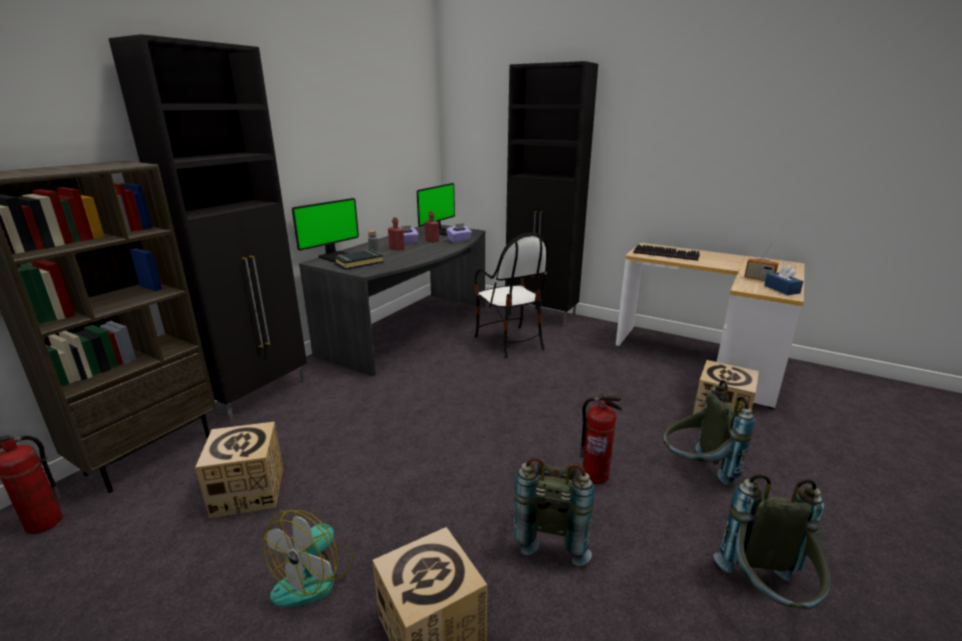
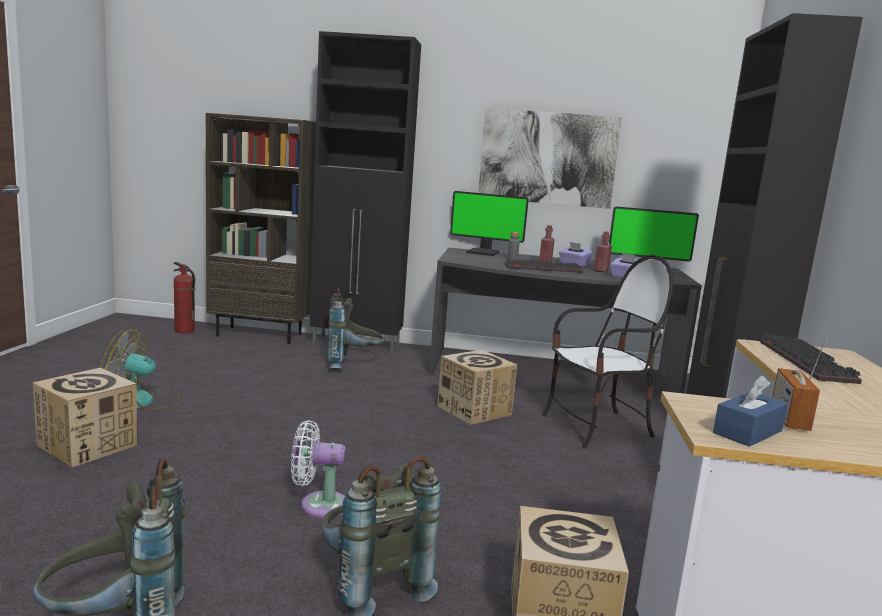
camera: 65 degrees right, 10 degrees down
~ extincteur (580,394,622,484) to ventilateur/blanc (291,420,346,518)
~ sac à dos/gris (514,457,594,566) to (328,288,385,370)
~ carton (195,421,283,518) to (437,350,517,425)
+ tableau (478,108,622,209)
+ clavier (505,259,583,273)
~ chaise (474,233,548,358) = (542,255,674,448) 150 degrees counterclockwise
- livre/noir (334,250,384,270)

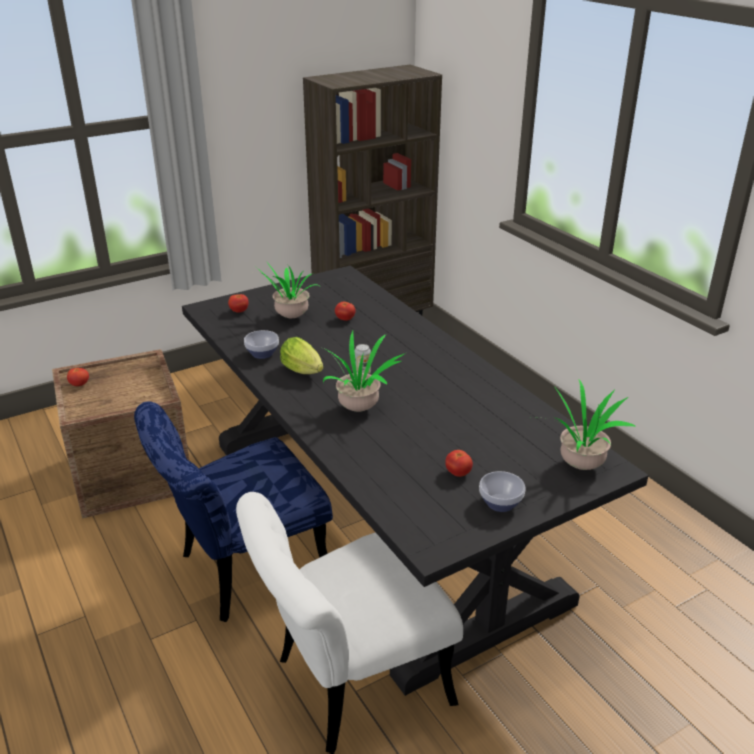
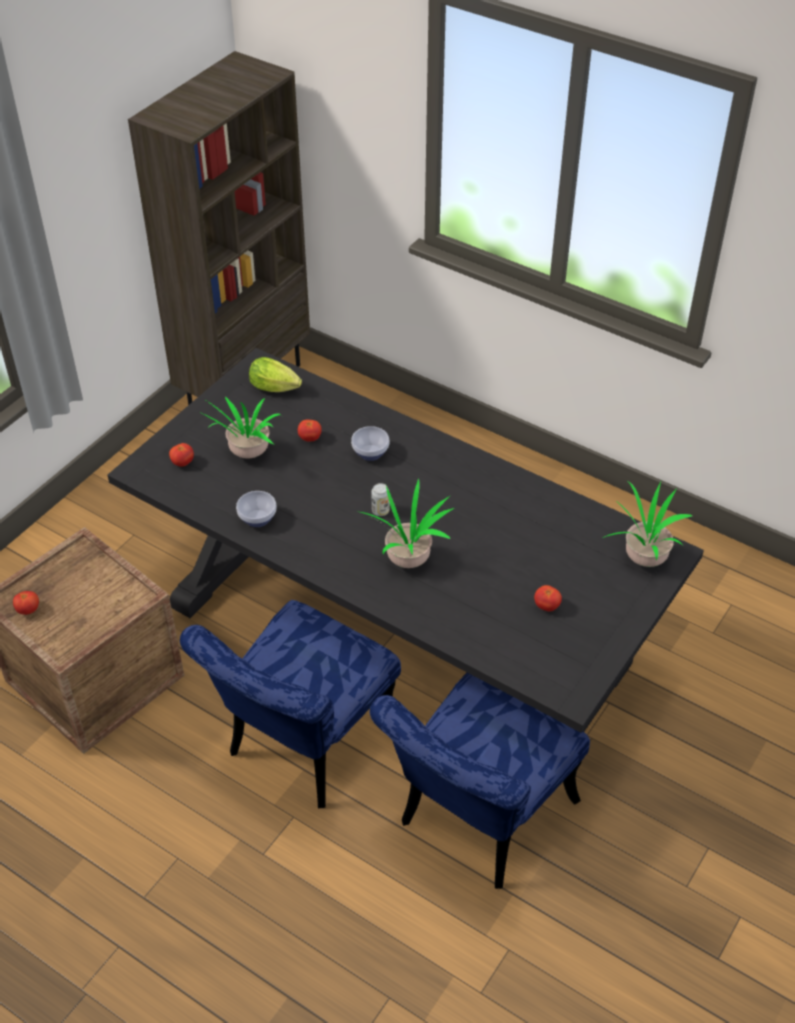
camera: 25 degrees left, 15 degrees up
~ laitue (280,337,323,374) to (249,357,302,392)
~ bol (479,471,525,512) to (351,426,389,461)
~ chaise/blanc (236,492,463,754) to chaise/bleu (370,673,590,889)

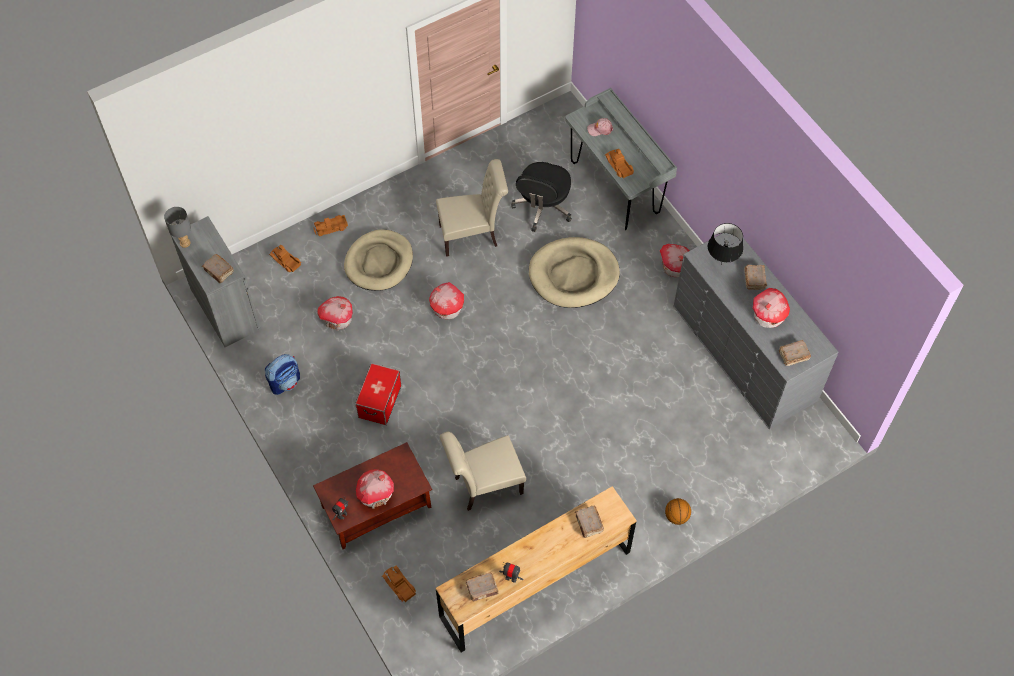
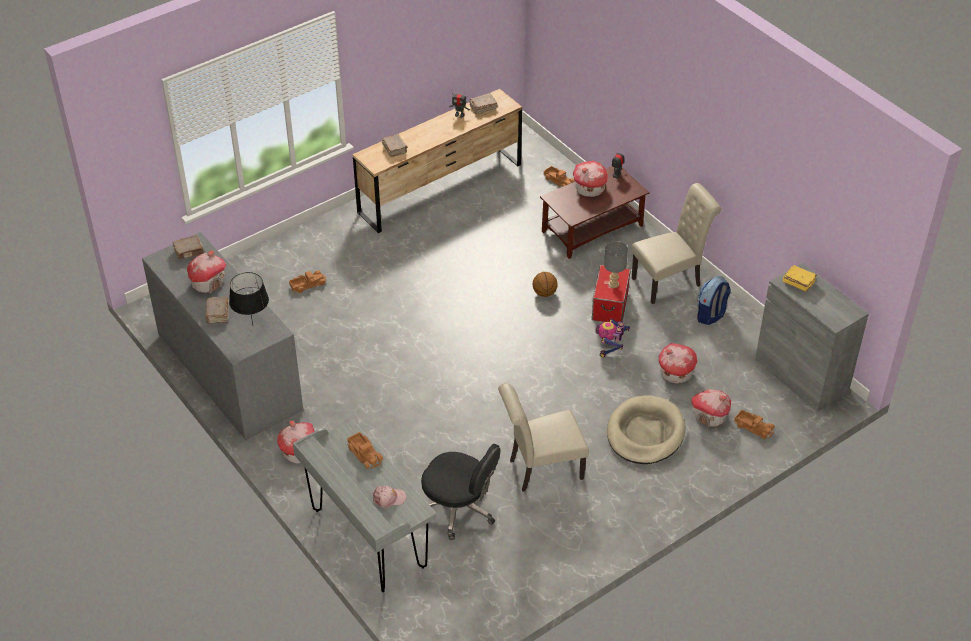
camera: 175 degrees right, 15 degrees down
~ camion jouet (313,215,348,236) to (289,270,327,293)
~ chaise de bureau/noir (511,162,572,232) = (421,444,501,540) 105 degrees clockwise
~ ballon de basket (665,498,691,525) to (533,272,558,297)
+ robot jouet (596,319,630,357)
~ lampe de table/gris (164,207,191,248) to (604,241,628,288)
~ chaise/beige (440,432,526,511) to (632,183,721,304)
~ maison miniature (429,282,464,319) to (691,389,731,427)
~ livre/marron (202,254,234,283) to livre/jaune (783,265,817,292)
- panier pour chien/beige (529,237,620,308)

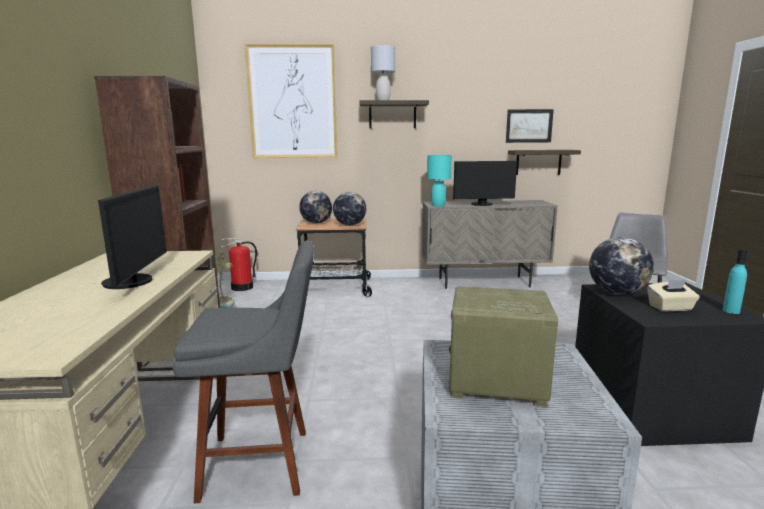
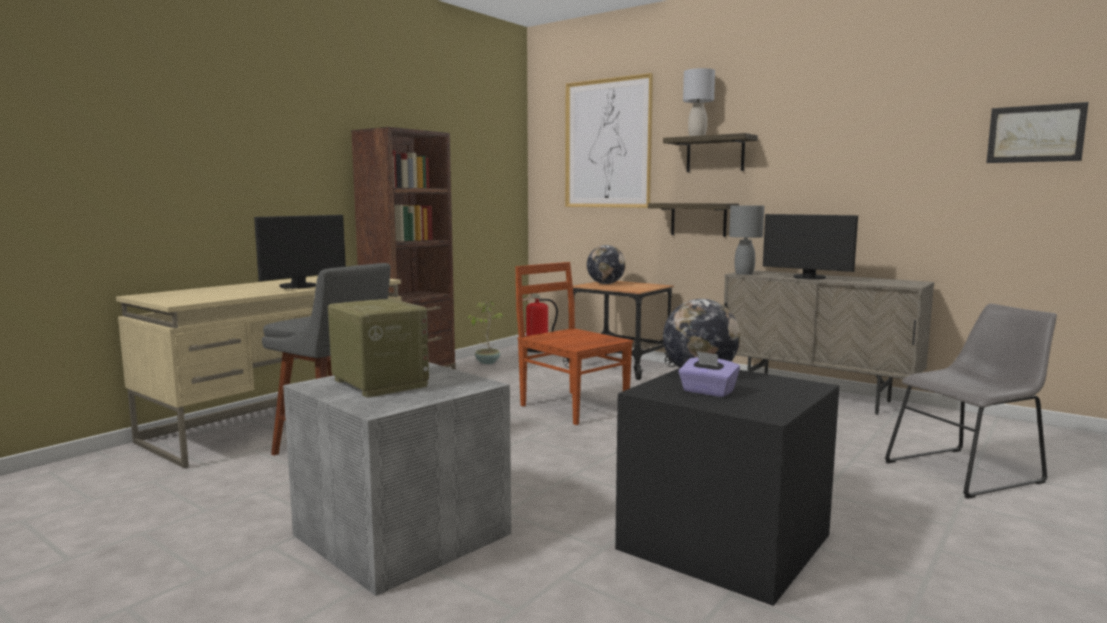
camera: 40 degrees right, 5 degrees down
+ chaise/marron (515,262,633,425)
~ étagère (508,150,581,175) to (648,203,739,237)
~ boîte à mouchoirs/beige (647,280,700,312) to boîte à mouchoirs/violet (678,351,740,397)
~ lampe de table/turquoise (427,155,452,206) to lampe de table/gris (729,205,764,275)
~ tableau (506,109,554,143) to (986,102,1088,163)
- globe (333,192,366,226)
- bouteille/turquoise (723,249,748,314)

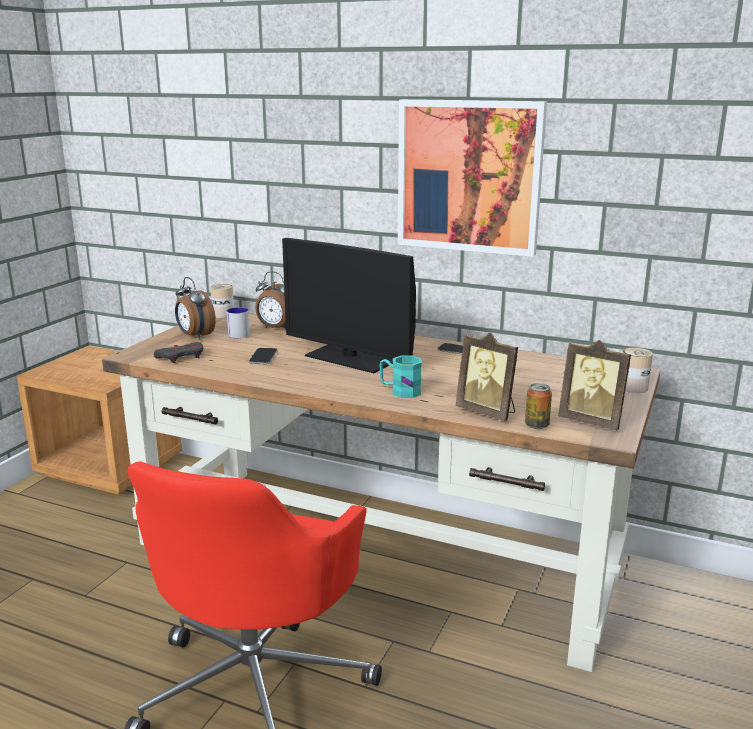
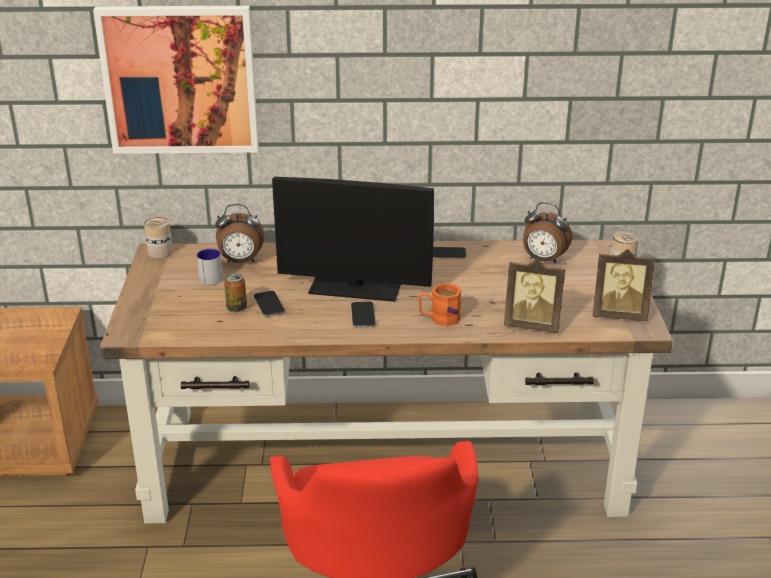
camera: 25 degrees left, 10 degrees up
~ tableau (398,99,547,257) to (93,6,259,154)
~ boîte métallique (525,383,552,429) to (224,273,247,312)
+ téléphone (351,302,376,328)
~ mug/turquoise (379,356,422,398) to mug/orange (418,283,462,326)
~ réveil (175,277,216,340) to (523,202,572,264)
- manette/gris (154,342,203,363)

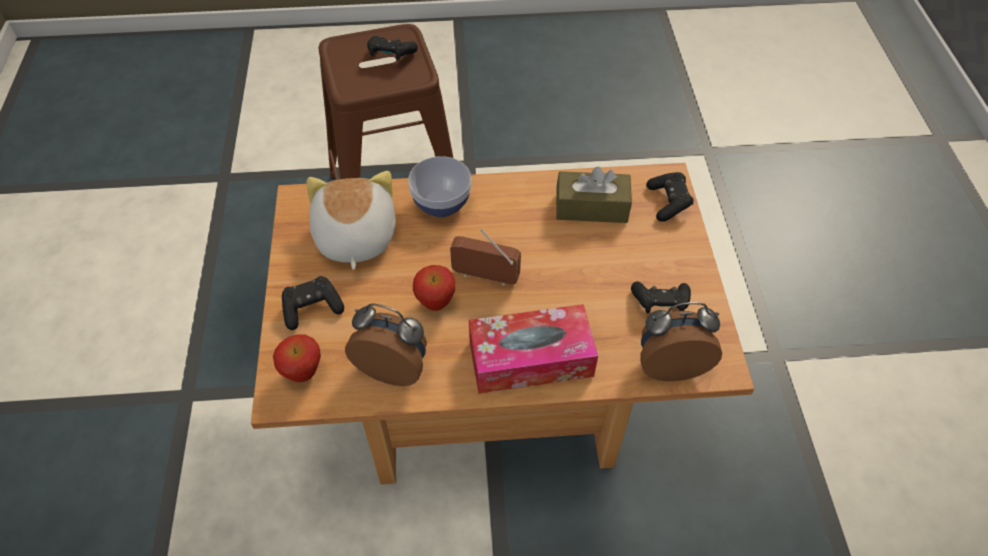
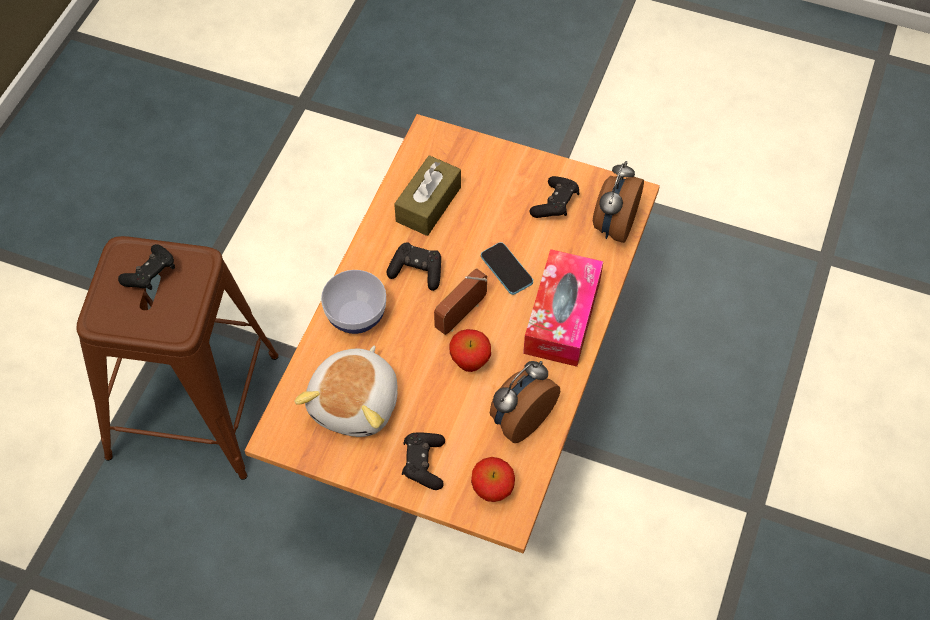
camera: 65 degrees left, 5 degrees up
~ peluche (306,171,396,270) = (294,346,397,437) 90 degrees counterclockwise
~ manette/noir (646,172,694,222) to (387,242,441,291)
+ téléphone (481,242,533,295)

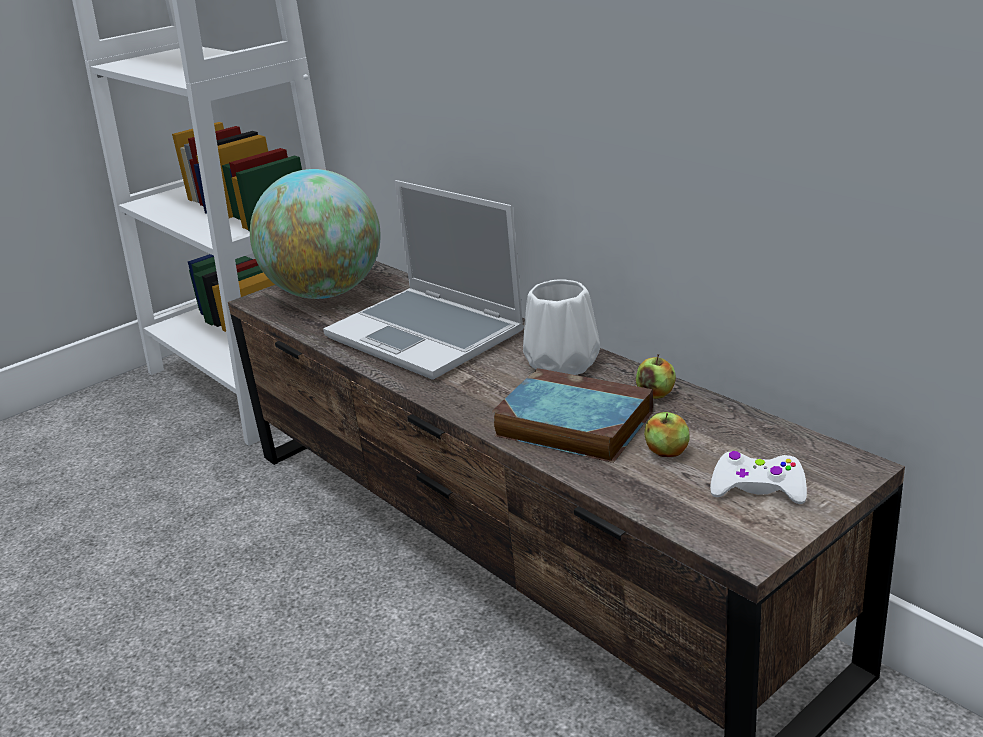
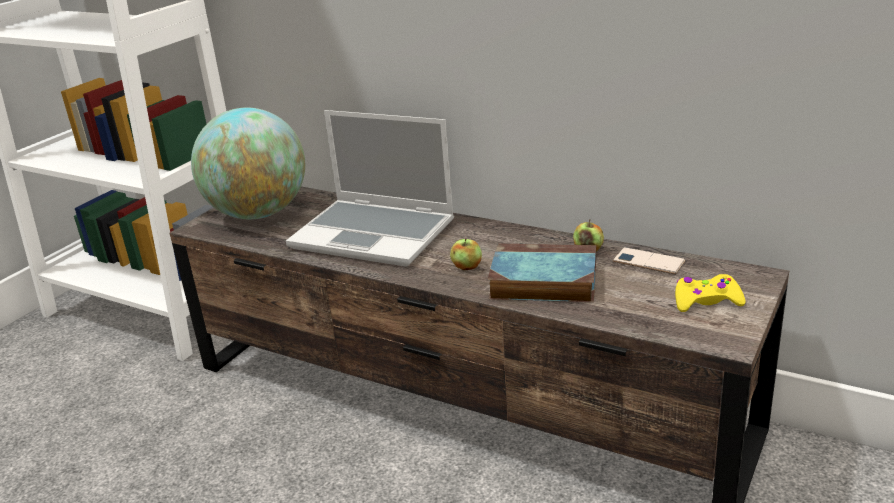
camera: 20 degrees left, 0 degrees up
~ pomme (644,412,690,457) to (450,238,482,270)
+ téléphone (613,247,685,274)
~ manette/blanc (710,451,807,504) to manette/jaune (675,274,746,312)
- vase/blanc (523,279,600,375)

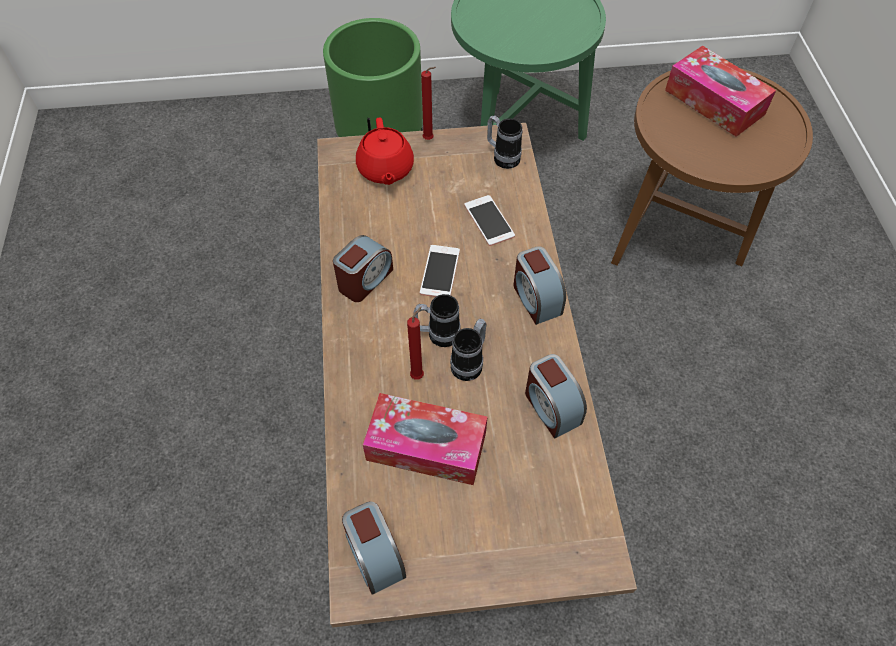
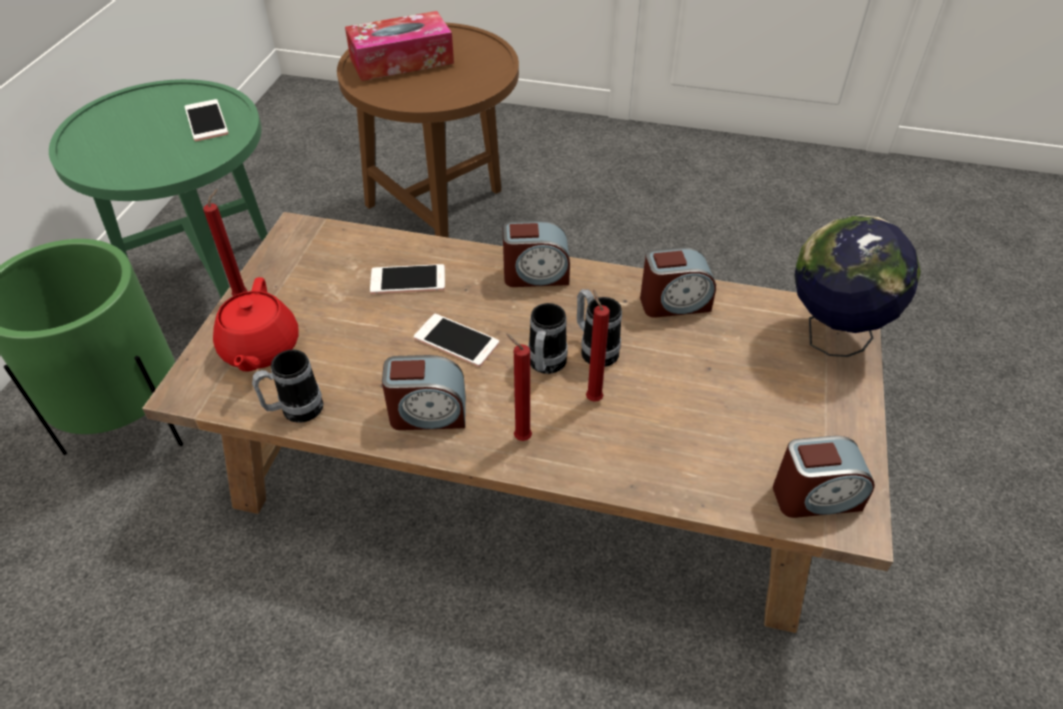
camera: 70 degrees left, 10 degrees down
+ téléphone (184,99,228,141)
~ théière/rouge (356,118,414,185) = (213,277,299,372) 75 degrees clockwise
~ mug (487,115,523,169) to (252,349,323,423)
~ réveil (333,235,393,302) = (382,355,466,430) 120 degrees clockwise
+ bougie/rouge (506,333,532,441)
+ globe (795,215,921,357)
- boîte à mouchoirs (363,393,487,485)

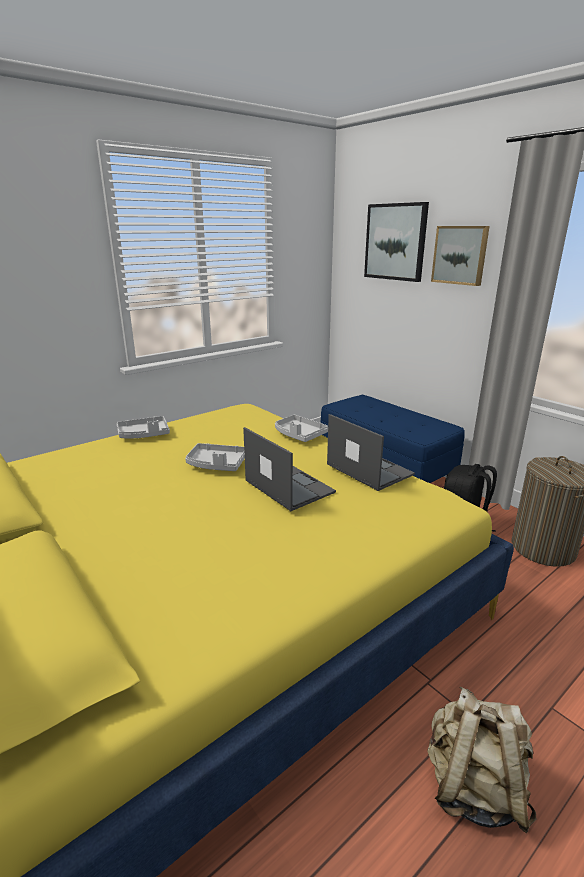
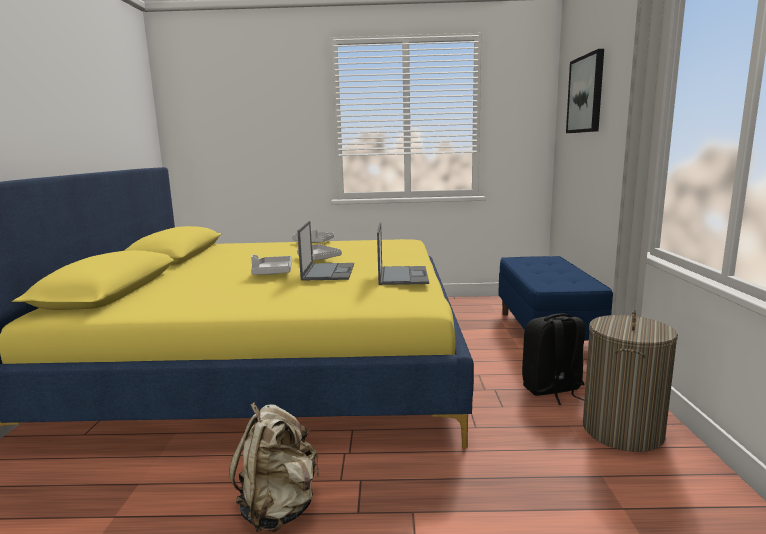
camera: 40 degrees right, 10 degrees down
~ plateau/gris (275,415,328,442) to (251,255,292,275)
- tableau (431,226,490,286)

